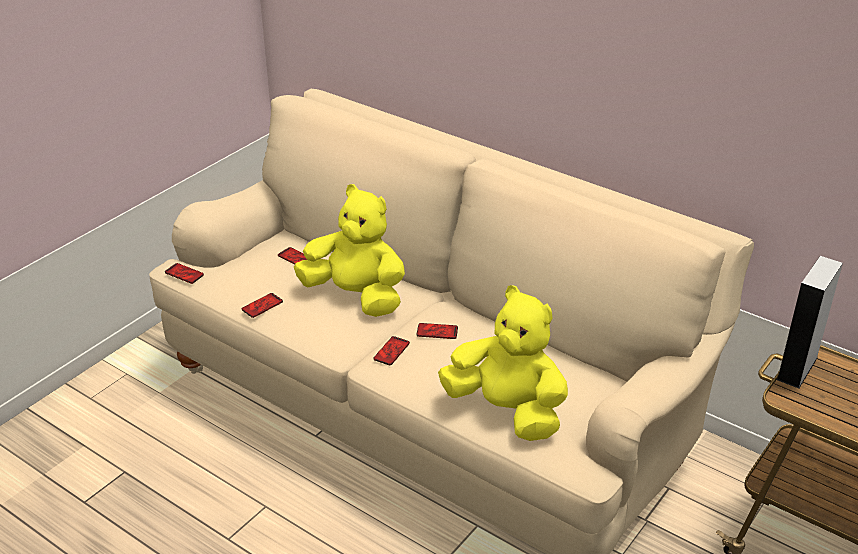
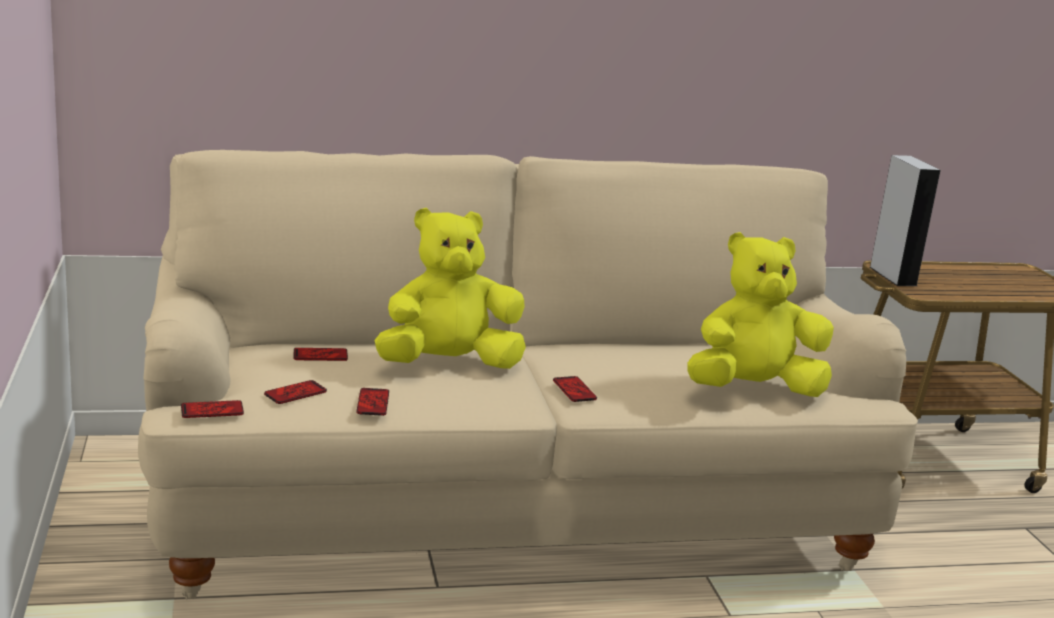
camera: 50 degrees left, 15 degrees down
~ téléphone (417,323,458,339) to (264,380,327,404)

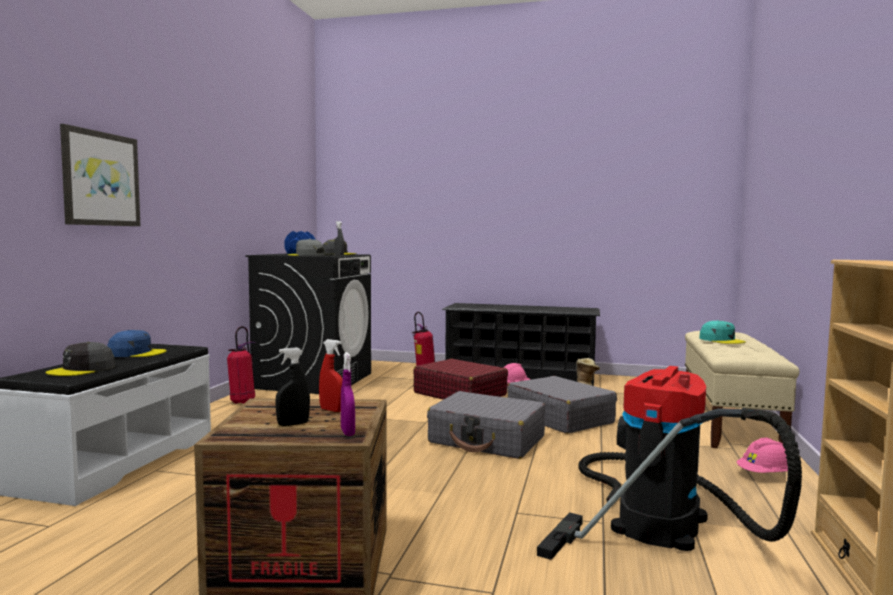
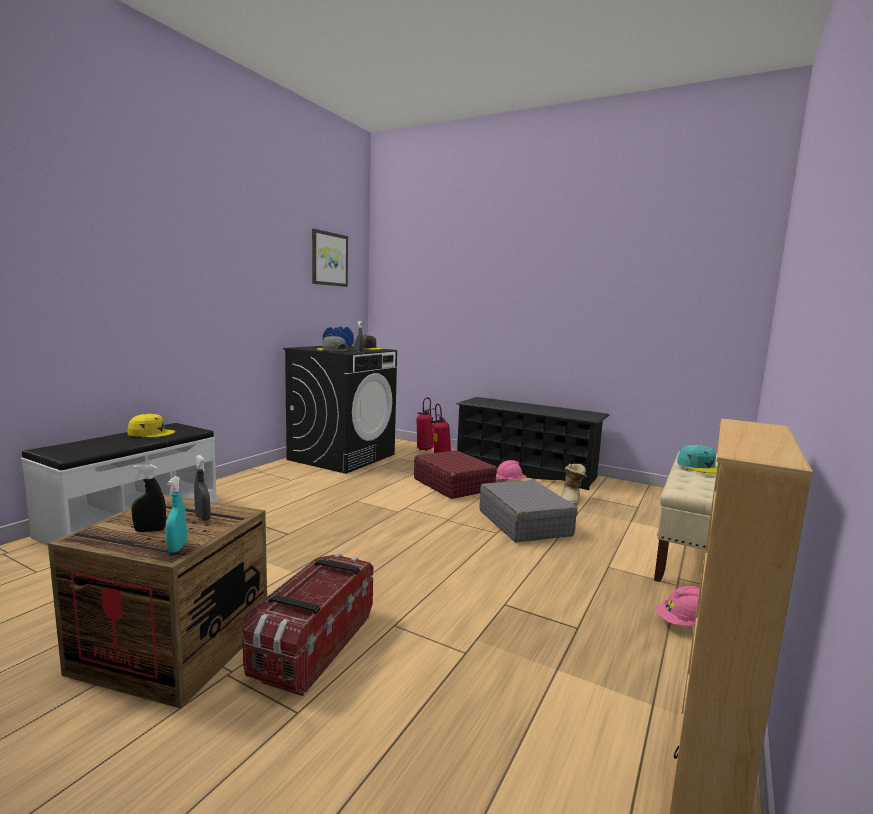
camera: 15 degrees right, 5 degrees up
~ casquette/bleu (107,330,167,357) to casquette/jaune (128,414,175,438)
~ vaporisateur/violet (341,352,355,436) to vaporisateur/turquoise (166,476,187,552)
~ vaporisateur/rouge (319,339,342,412) to vaporisateur/gris (194,455,211,521)
+ boîte de rangement (242,554,373,696)
~ tableau (60,124,140,226) to (312,229,348,287)
~ extincteur (227,326,255,404) to (417,397,435,451)
- casquette/gris (46,342,115,376)
- valise/gris (427,391,545,459)
- aspirateur (537,366,802,560)

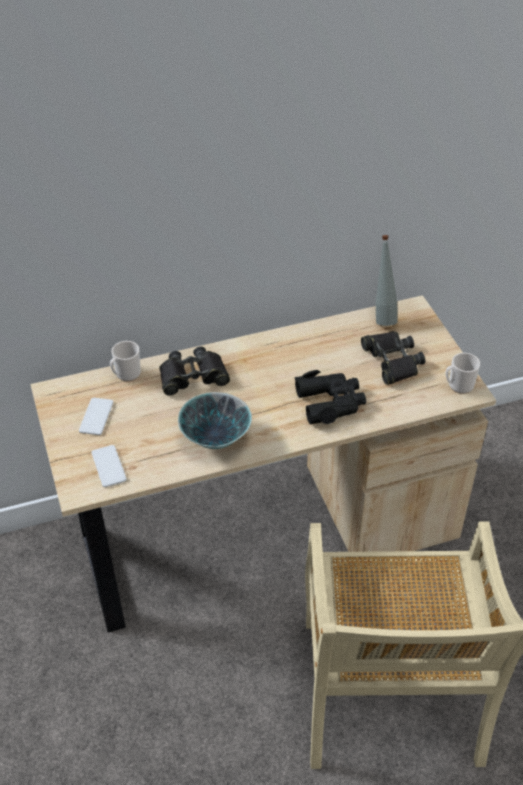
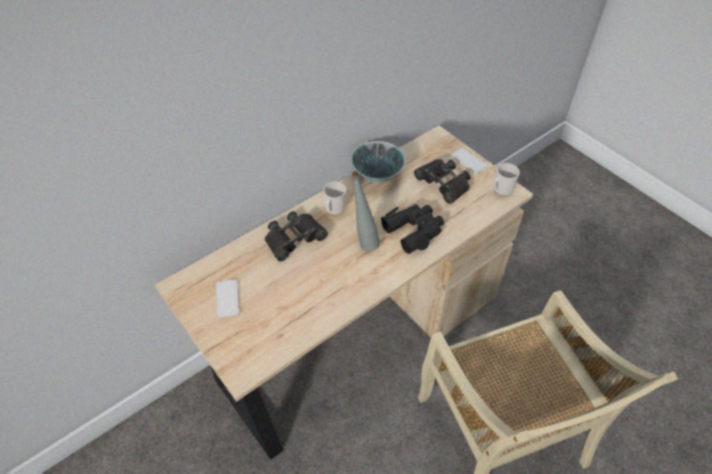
camera: 20 degrees left, 5 degrees up
~ mug (110,341,141,381) to (323,182,346,215)
~ bol (178,392,252,449) to (351,141,406,183)
~ bouteille/gris (376,235,398,326) to (352,171,380,251)
~ téléphone (91,445,127,487) to (452,148,488,174)

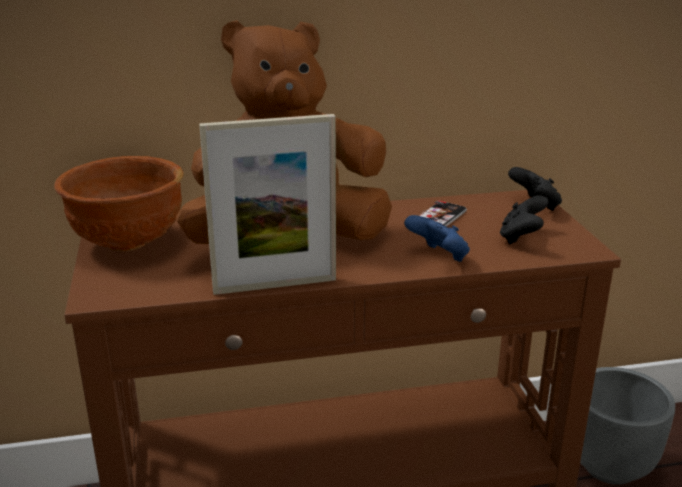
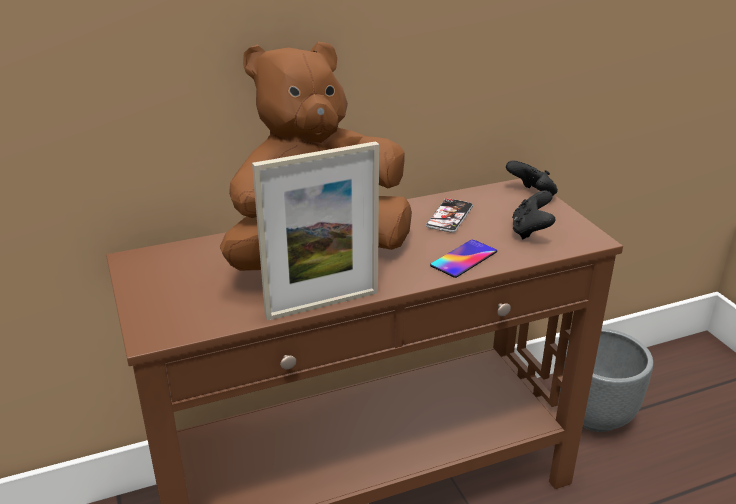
camera: 10 degrees left, 5 degrees up
~ manette/bleu (404,215,470,262) to téléphone (430,239,497,278)
- bol/marron (54,156,184,251)

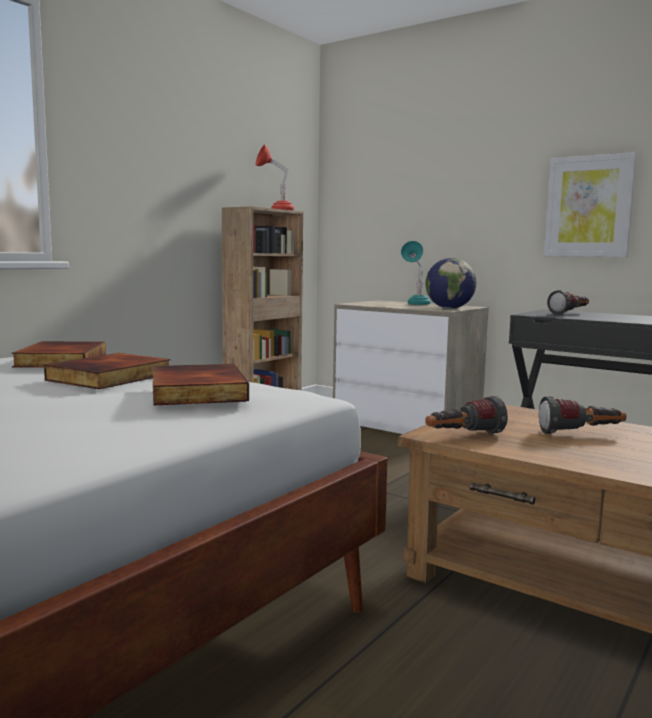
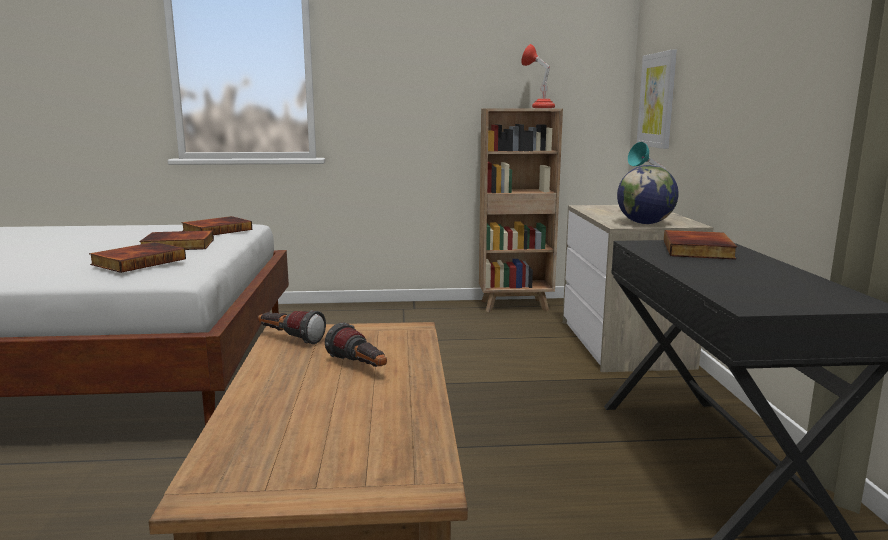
camera: 50 degrees right, 5 degrees up
~ tableau (544,152,637,257) to (637,49,677,149)
~ lampe de poche (547,290,589,315) to livre (664,230,737,260)

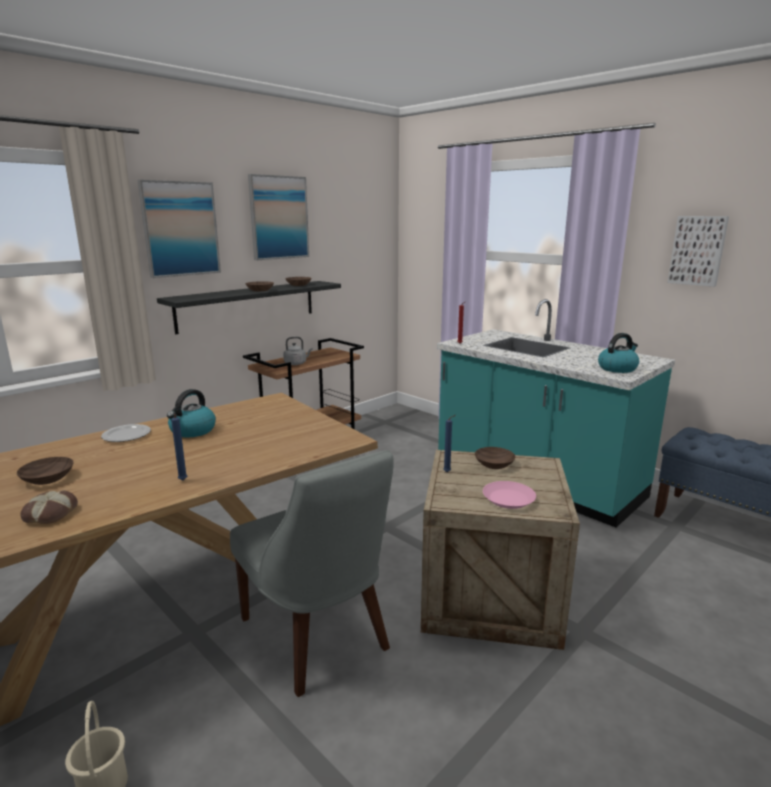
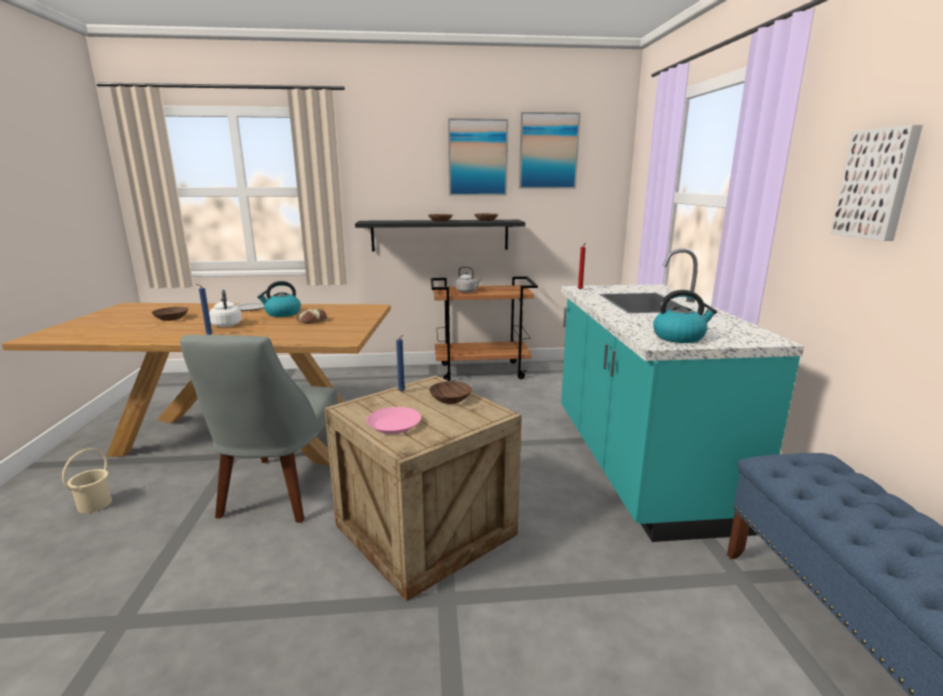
camera: 40 degrees right, 0 degrees up
+ bouilloire/blanc (209,290,242,327)
~ pain (21,490,78,524) to (296,308,327,324)
~ tableau (138,180,221,278) to (519,112,580,189)

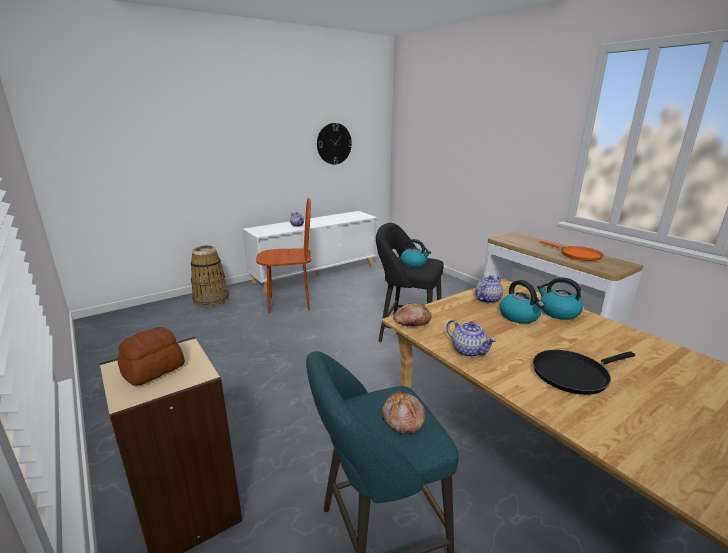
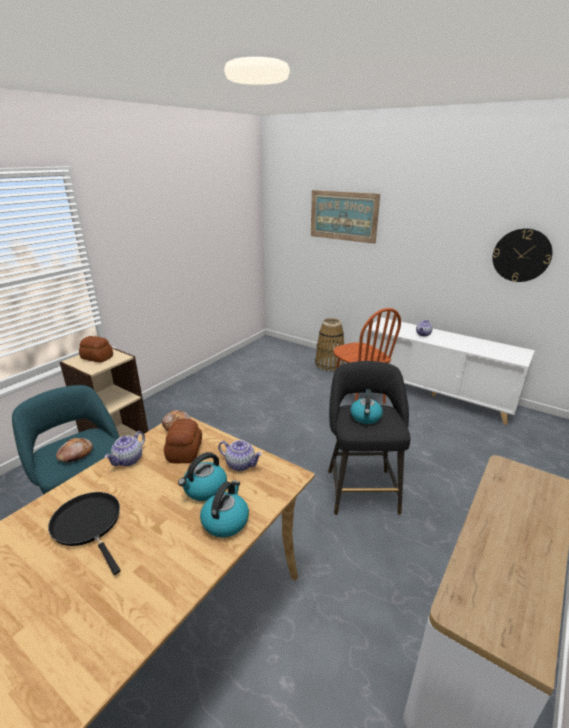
camera: 70 degrees right, 5 degrees up
+ pain (164,419,202,463)
+ tableau (311,190,380,244)
- poêle/orange (540,241,603,261)

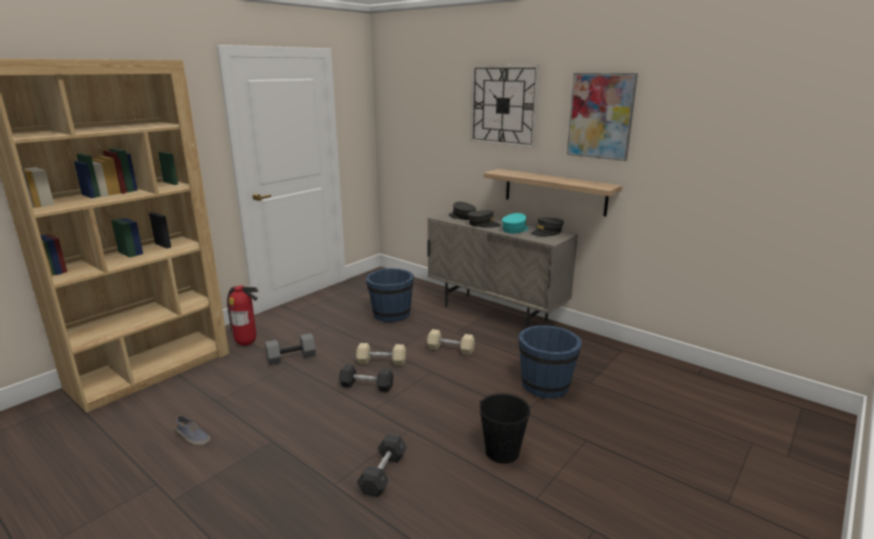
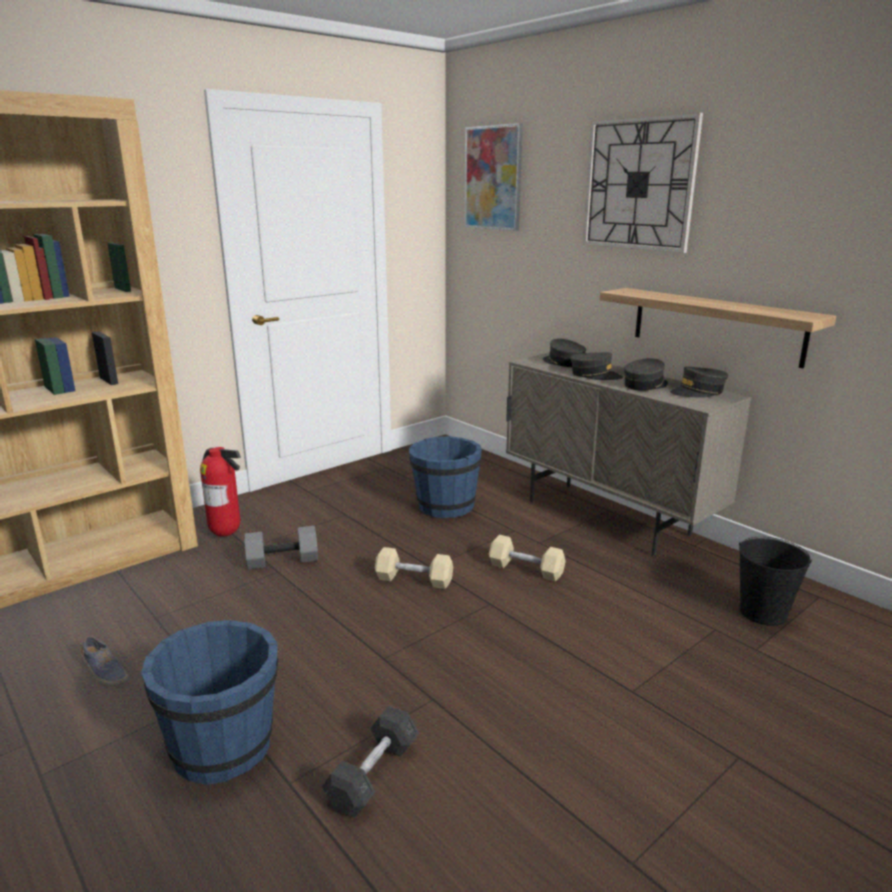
camera: 10 degrees right, 0 degrees up
~ seau/bleu (519,325,582,399) to (141,620,278,785)
~ tableau (567,73,638,161) to (465,123,523,231)
~ casquette/turquoise (502,213,528,234) to casquette/gris (624,358,668,391)
~ seau/noir (480,393,531,464) to (739,537,812,626)
- haltère/gris (339,364,394,392)

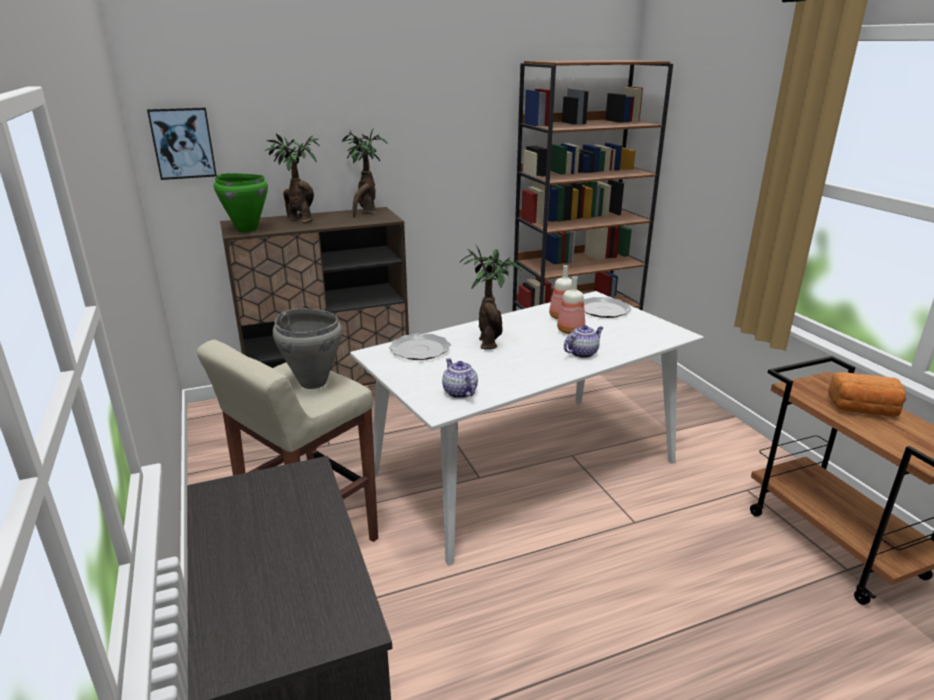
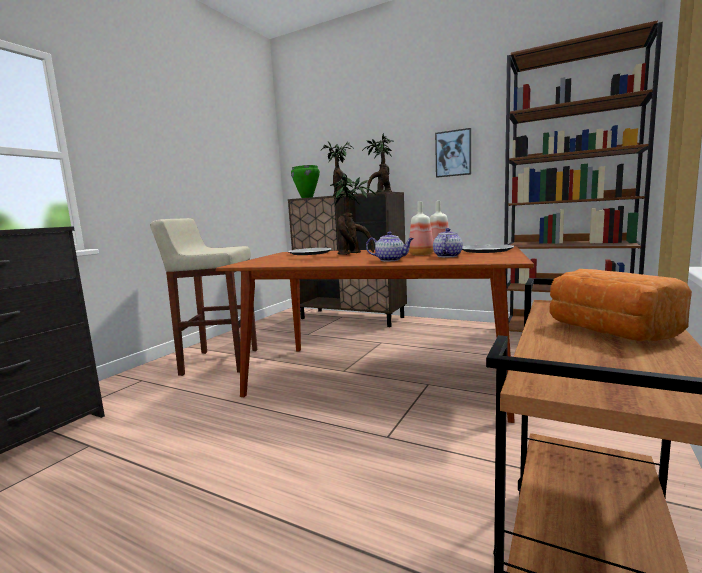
camera: 50 degrees right, 15 degrees down
~ table à manger/blanc (350,291,704,566) to table à manger/marron (216,246,534,423)
~ théière (442,358,478,398) to (433,228,463,257)
~ tableau (147,107,217,180) to (435,128,471,178)
- marmite/gris (273,308,342,389)

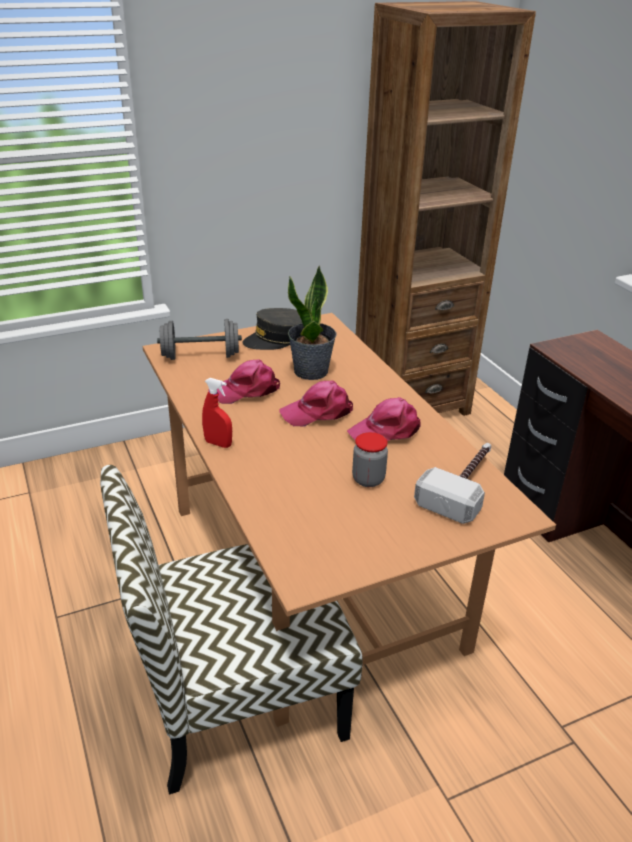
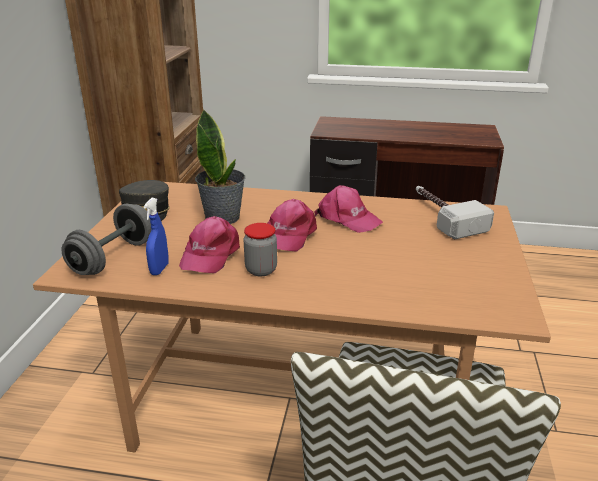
camera: 55 degrees left, 5 degrees down
+ vaporisateur/bleu (143,198,169,275)
~ bocal (352,432,388,487) to (243,223,277,276)
~ casquette/rose (347,397,420,442) = (314,185,383,233) 60 degrees counterclockwise
- vaporisateur/rouge (202,378,232,448)

